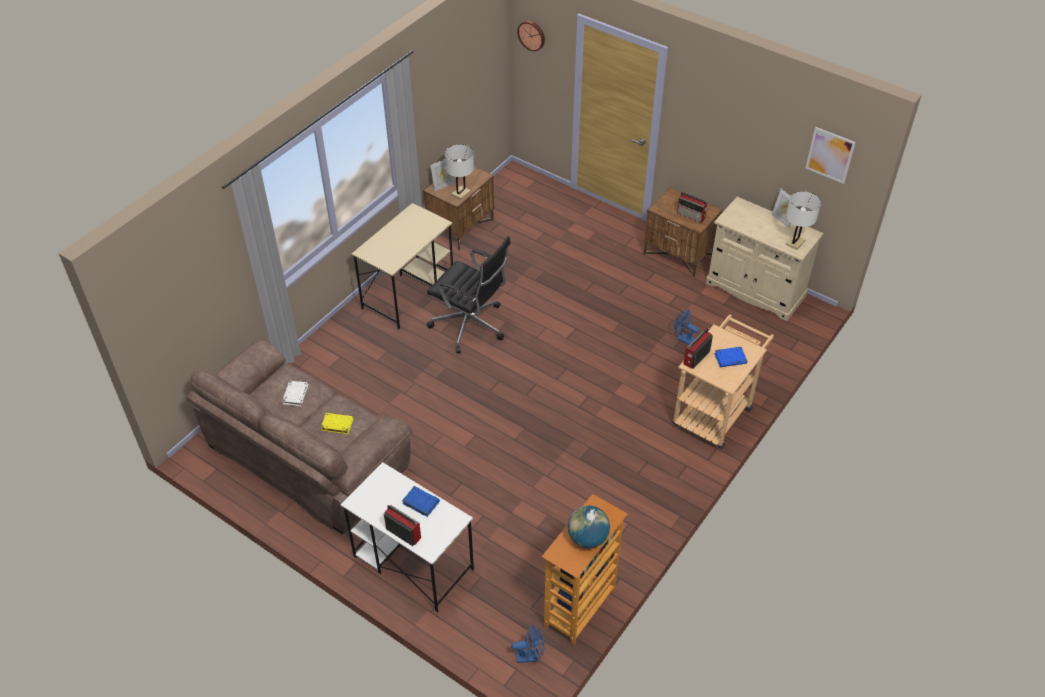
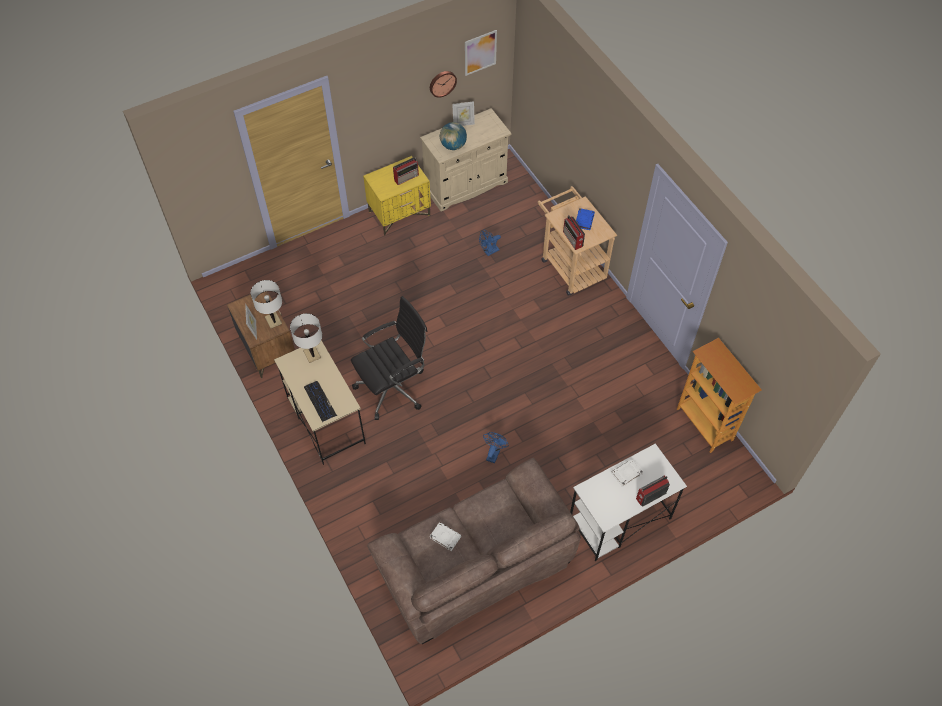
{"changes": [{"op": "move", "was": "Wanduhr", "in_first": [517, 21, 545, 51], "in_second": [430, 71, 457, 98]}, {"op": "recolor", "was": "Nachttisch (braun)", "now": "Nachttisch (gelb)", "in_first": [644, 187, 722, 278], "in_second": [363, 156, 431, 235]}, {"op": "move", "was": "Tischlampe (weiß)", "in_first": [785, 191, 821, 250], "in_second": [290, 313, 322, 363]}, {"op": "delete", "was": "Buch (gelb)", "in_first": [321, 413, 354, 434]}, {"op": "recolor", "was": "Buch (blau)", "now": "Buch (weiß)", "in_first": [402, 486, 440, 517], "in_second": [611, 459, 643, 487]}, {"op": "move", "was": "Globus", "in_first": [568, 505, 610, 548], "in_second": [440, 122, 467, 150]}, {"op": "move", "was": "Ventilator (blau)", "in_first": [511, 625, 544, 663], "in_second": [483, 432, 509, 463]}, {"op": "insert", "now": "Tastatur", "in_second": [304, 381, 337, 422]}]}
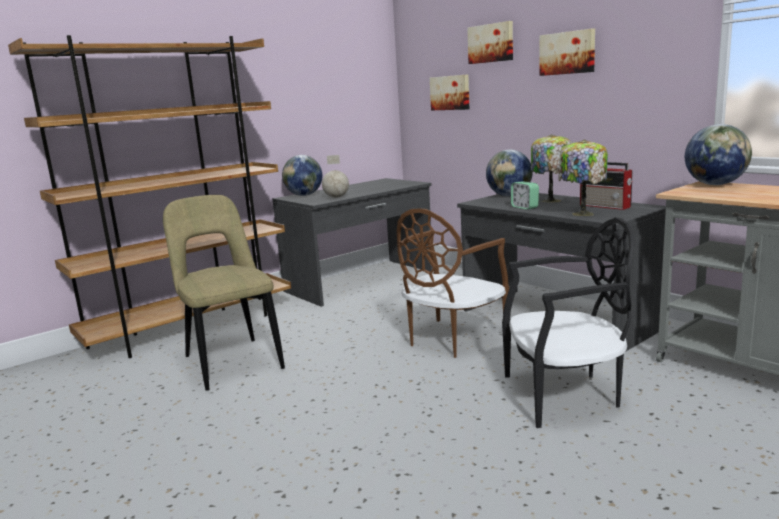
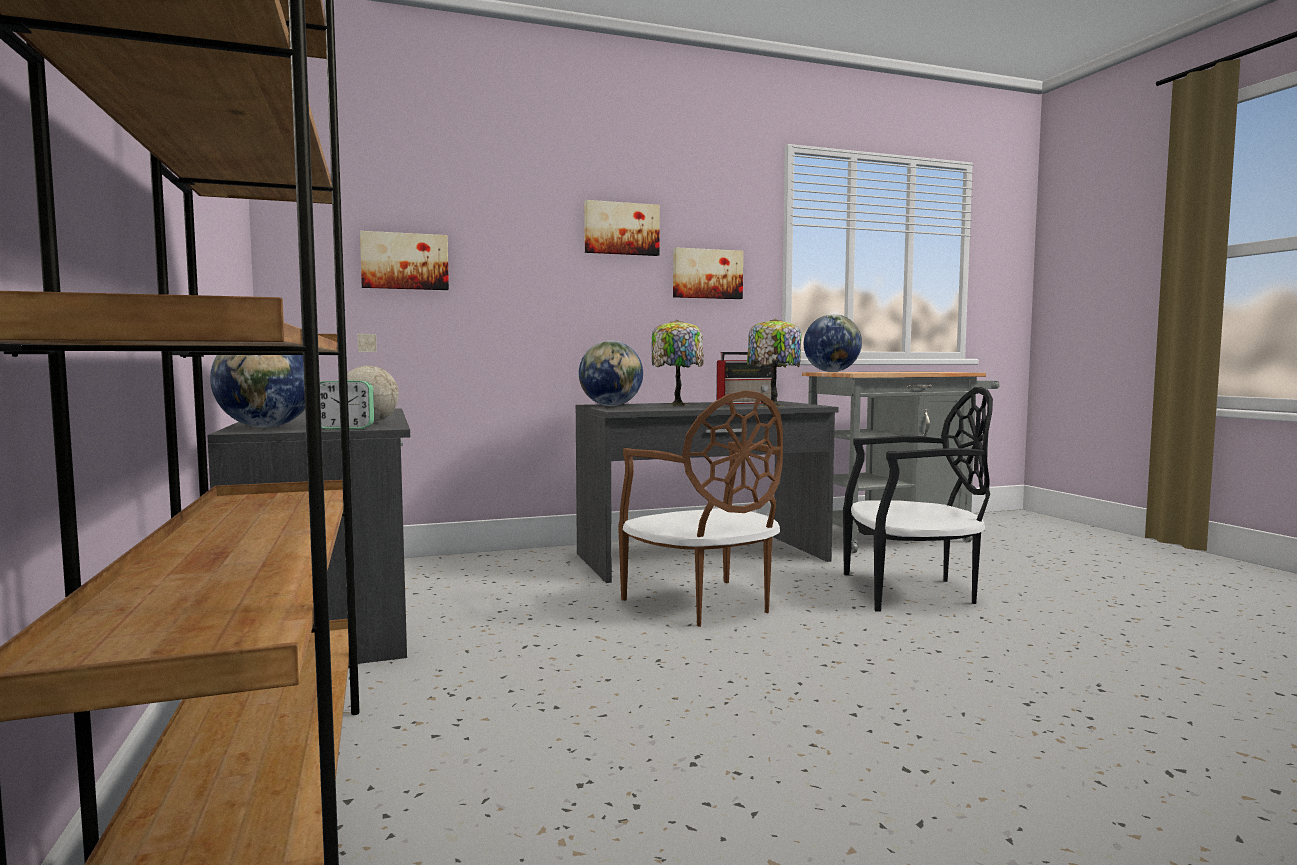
{"changes": [{"op": "move", "was": "Bild", "in_first": [467, 21, 513, 64], "in_second": [673, 247, 743, 299]}, {"op": "move", "was": "Wecker", "in_first": [511, 181, 539, 210], "in_second": [320, 380, 374, 430]}, {"op": "delete", "was": "Stuhl (beige)", "in_first": [163, 195, 285, 391]}, {"op": "rotate", "was": "Stuhl (schwarz)", "in_first": [502, 218, 634, 428], "in_second": [843, 387, 993, 612], "clockwise": 75}]}
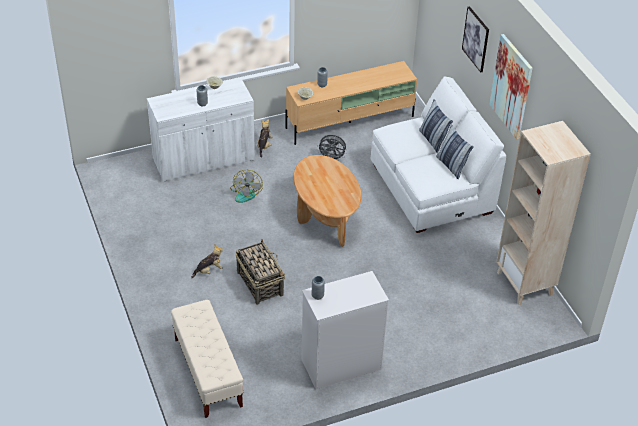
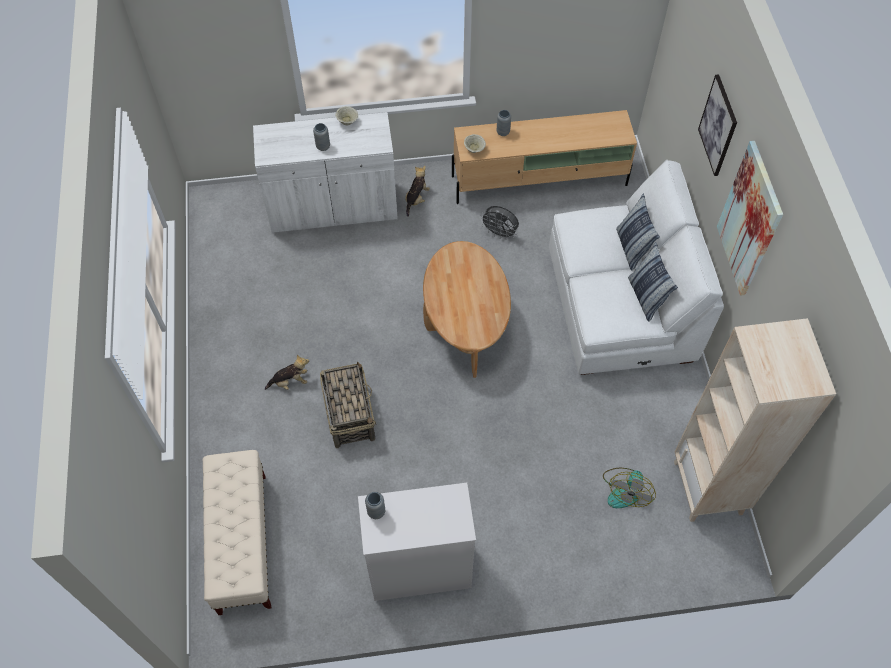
{"changes": [{"op": "move", "was": "Ventilator", "in_first": [230, 170, 263, 203], "in_second": [603, 468, 656, 508]}]}
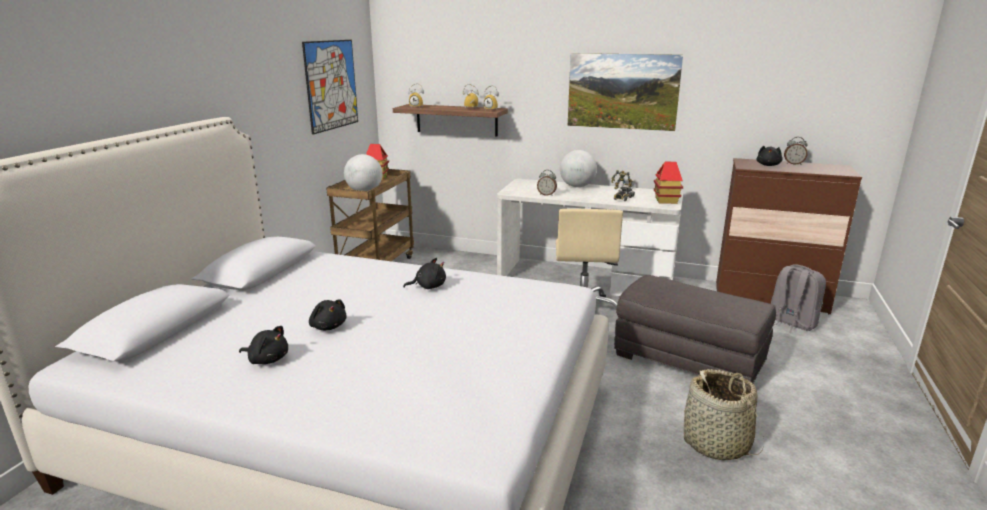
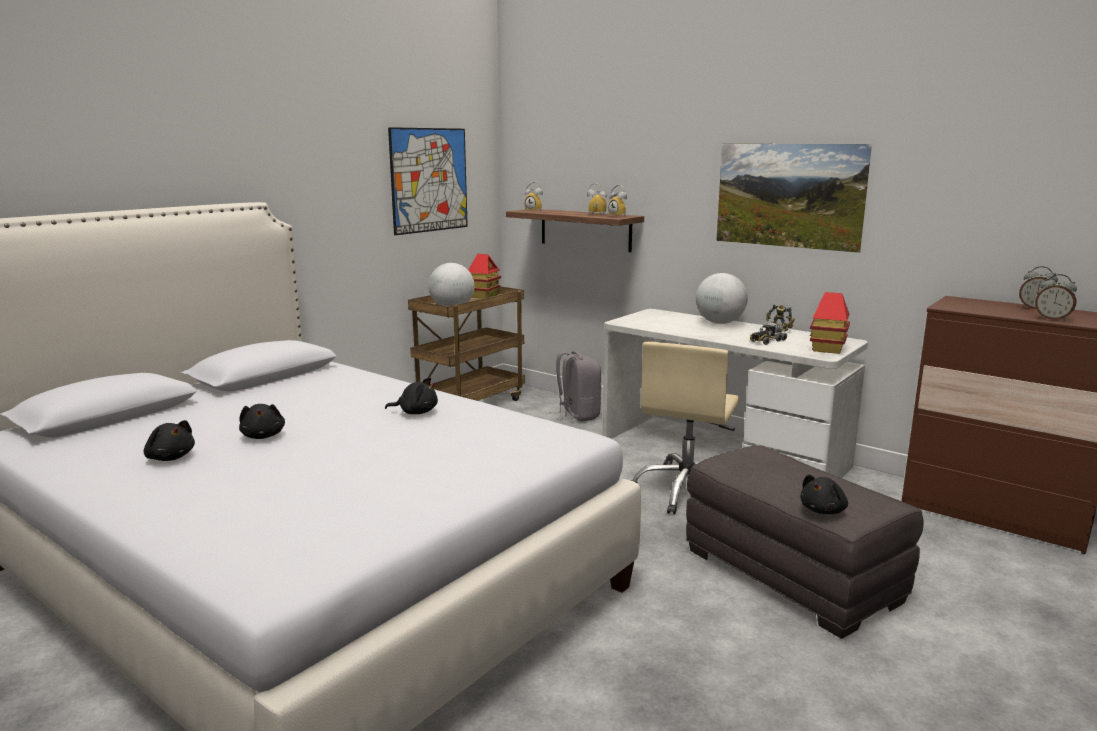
{"changes": [{"op": "move", "was": "Plüschtier (schwarz)", "in_first": [756, 146, 783, 166], "in_second": [800, 475, 848, 514]}, {"op": "move", "was": "Wecker", "in_first": [537, 170, 557, 196], "in_second": [1035, 274, 1077, 321]}, {"op": "move", "was": "Rucksack (grau)", "in_first": [771, 264, 826, 333], "in_second": [549, 351, 601, 422]}, {"op": "delete", "was": "Korb", "in_first": [684, 369, 764, 460]}]}
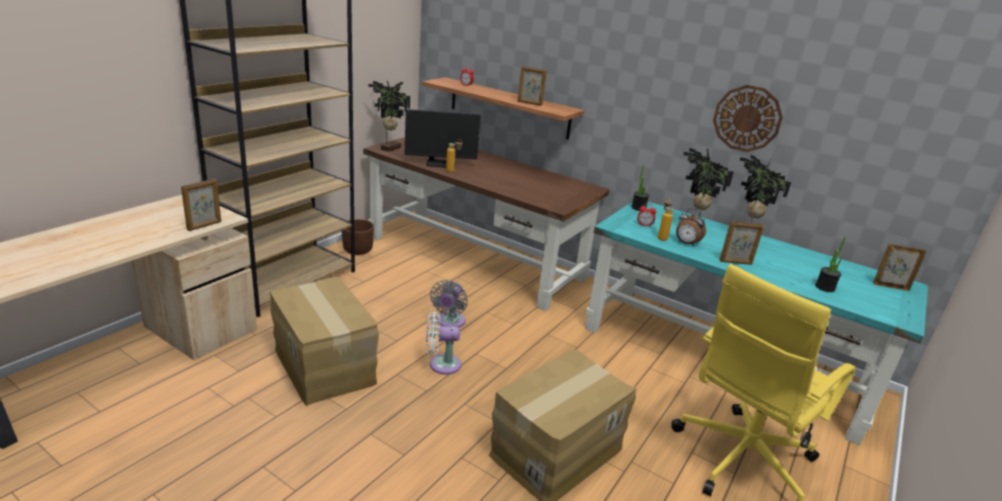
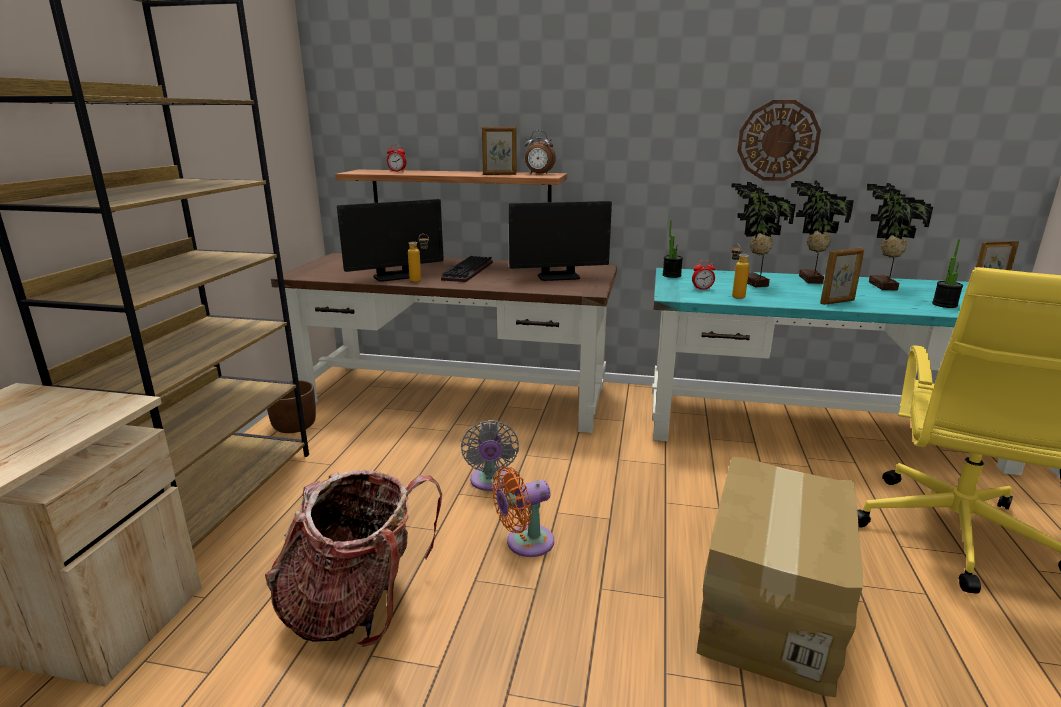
{"changes": [{"op": "move", "was": "Topfpflanze", "in_first": [369, 81, 410, 152], "in_second": [867, 183, 933, 290]}, {"op": "delete", "was": "Bilderrahmen", "in_first": [181, 179, 221, 231]}, {"op": "move", "was": "Wecker", "in_first": [676, 209, 706, 247], "in_second": [525, 130, 556, 174]}, {"op": "replace", "was": "Karton", "now": "Rucksack", "in_first": [270, 277, 379, 406], "in_second": [265, 470, 442, 647]}, {"op": "recolor", "was": "Ventilator (weiß)", "now": "Ventilator (orange)", "in_first": [426, 312, 461, 375], "in_second": [492, 467, 554, 557]}, {"op": "insert", "now": "Monitor", "in_second": [509, 201, 612, 281]}, {"op": "insert", "now": "Tastatur", "in_second": [441, 256, 493, 282]}]}
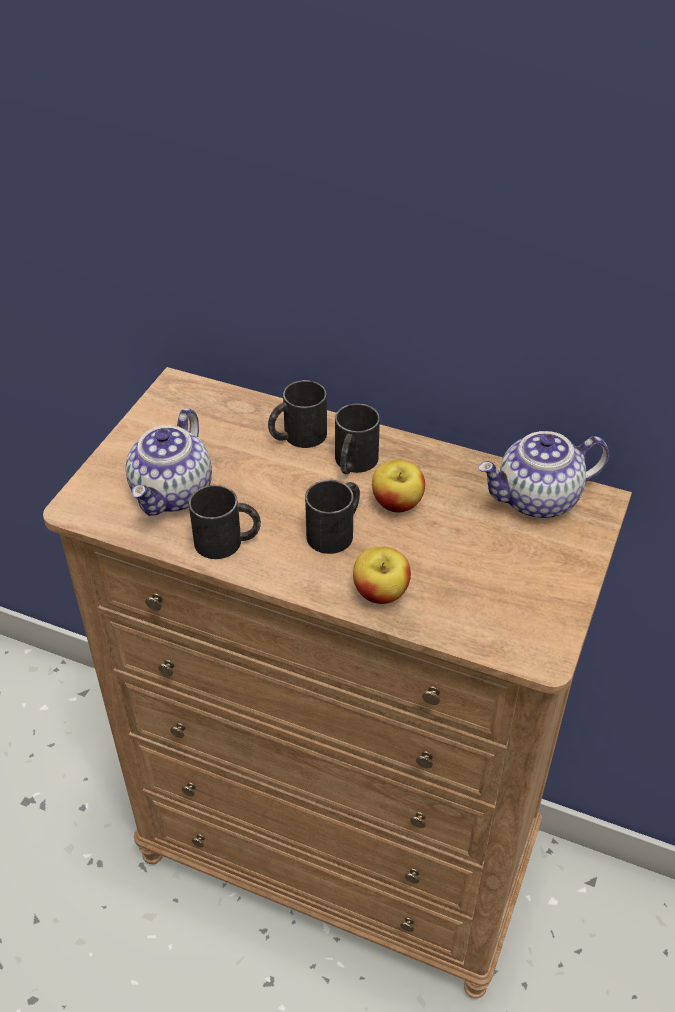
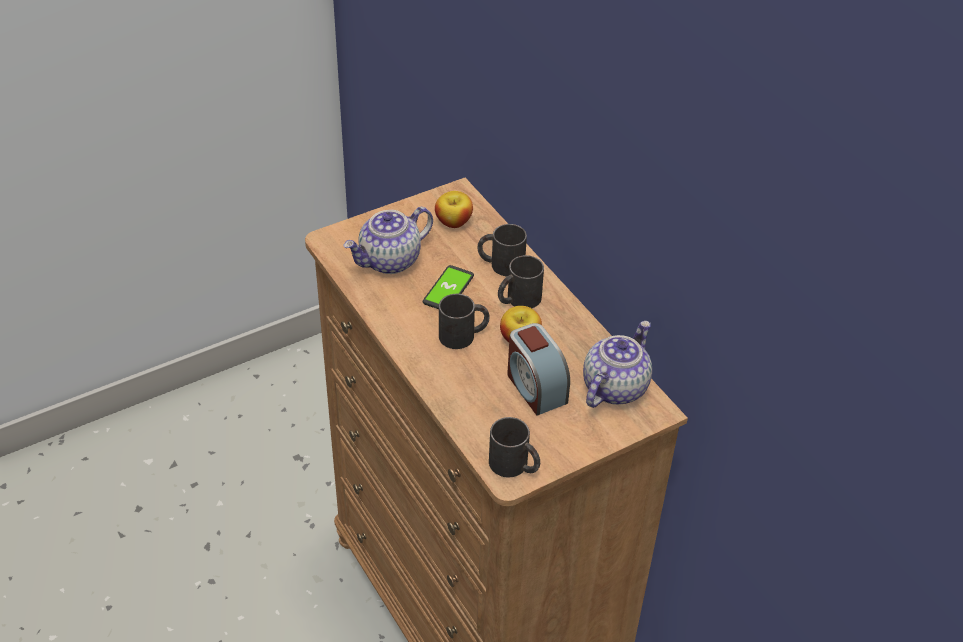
{"changes": [{"op": "rotate", "was": "Teekanne", "in_first": [478, 431, 609, 519], "in_second": [583, 321, 652, 408], "clockwise": 105}, {"op": "move", "was": "Henkelbecher (schwarz)", "in_first": [189, 485, 261, 559], "in_second": [489, 417, 540, 478]}, {"op": "move", "was": "Apfel", "in_first": [353, 546, 411, 604], "in_second": [435, 191, 473, 228]}, {"op": "insert", "now": "Handy", "in_second": [423, 265, 474, 309]}, {"op": "insert", "now": "Wecker", "in_second": [507, 323, 570, 416]}]}
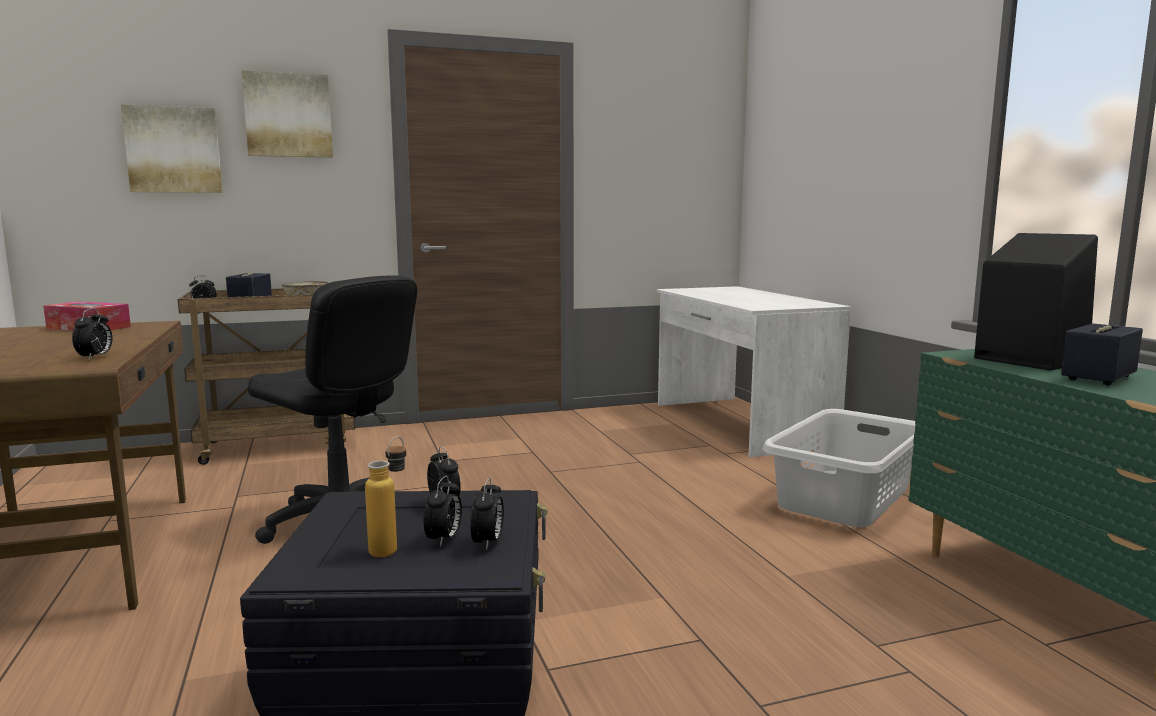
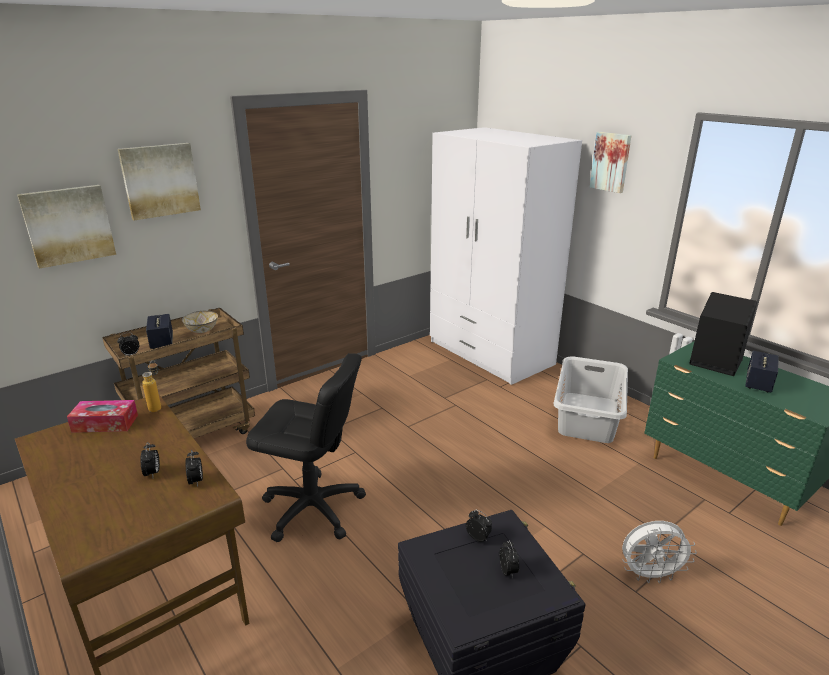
{"changes": [{"op": "replace", "was": "Schreibtisch (weiß)", "now": "Kleiderschrank (weiß)", "in_first": [657, 286, 851, 458], "in_second": [430, 127, 582, 385]}, {"op": "move", "was": "Flasche", "in_first": [365, 437, 406, 557], "in_second": [142, 360, 161, 412]}, {"op": "move", "was": "Wecker", "in_first": [470, 478, 504, 550], "in_second": [140, 442, 160, 477]}, {"op": "insert", "now": "Bild", "in_second": [590, 132, 632, 193]}, {"op": "insert", "now": "Ventilator (weiß)", "in_second": [622, 521, 697, 583]}]}
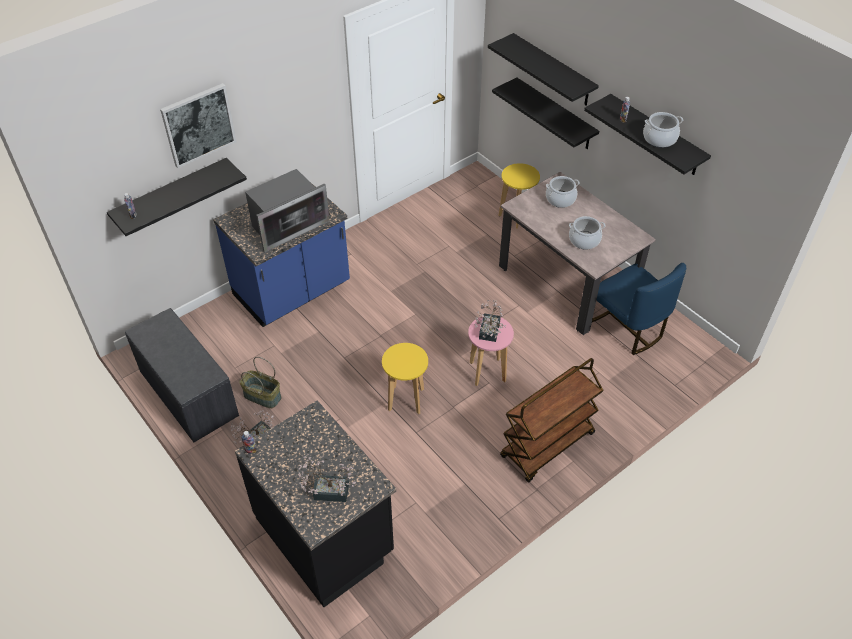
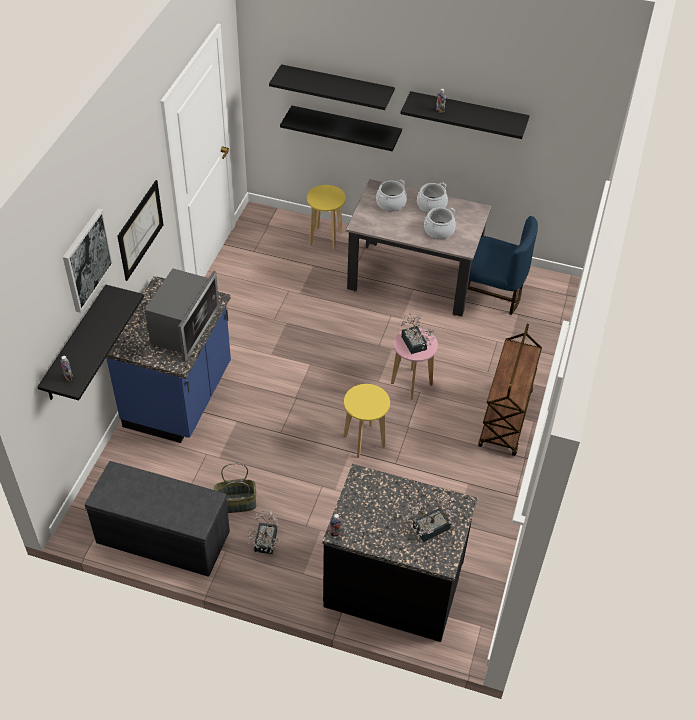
{"changes": [{"op": "move", "was": "Kochtopf", "in_first": [643, 112, 683, 148], "in_second": [417, 182, 448, 213]}, {"op": "insert", "now": "Bild", "in_second": [117, 180, 164, 281]}]}
